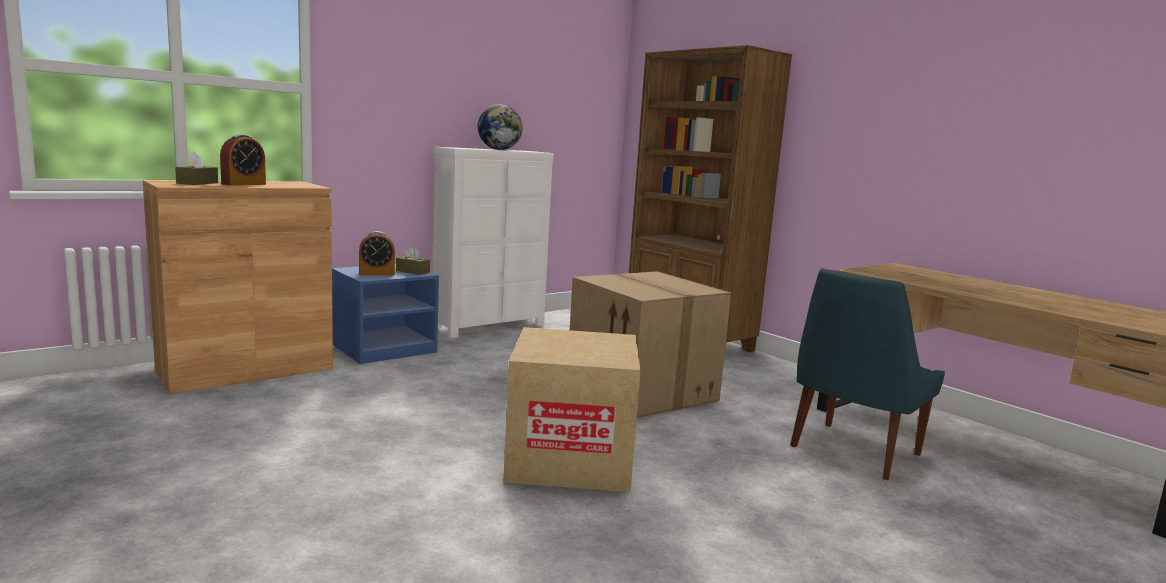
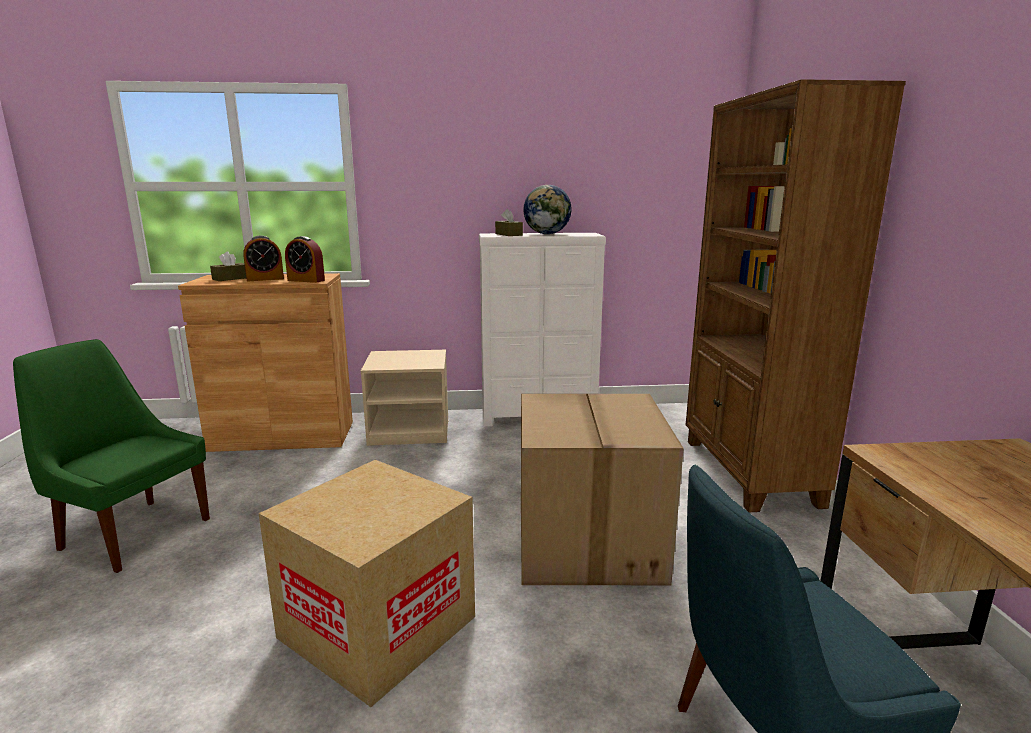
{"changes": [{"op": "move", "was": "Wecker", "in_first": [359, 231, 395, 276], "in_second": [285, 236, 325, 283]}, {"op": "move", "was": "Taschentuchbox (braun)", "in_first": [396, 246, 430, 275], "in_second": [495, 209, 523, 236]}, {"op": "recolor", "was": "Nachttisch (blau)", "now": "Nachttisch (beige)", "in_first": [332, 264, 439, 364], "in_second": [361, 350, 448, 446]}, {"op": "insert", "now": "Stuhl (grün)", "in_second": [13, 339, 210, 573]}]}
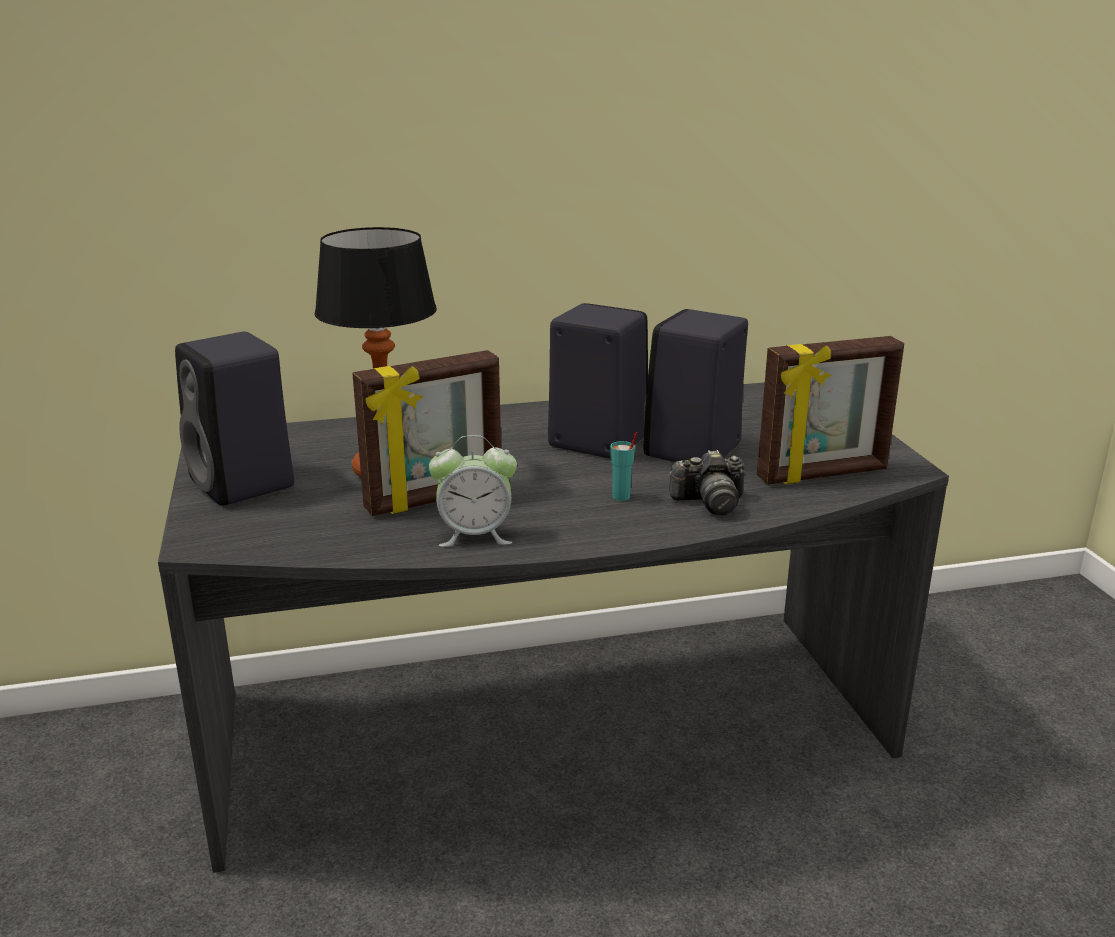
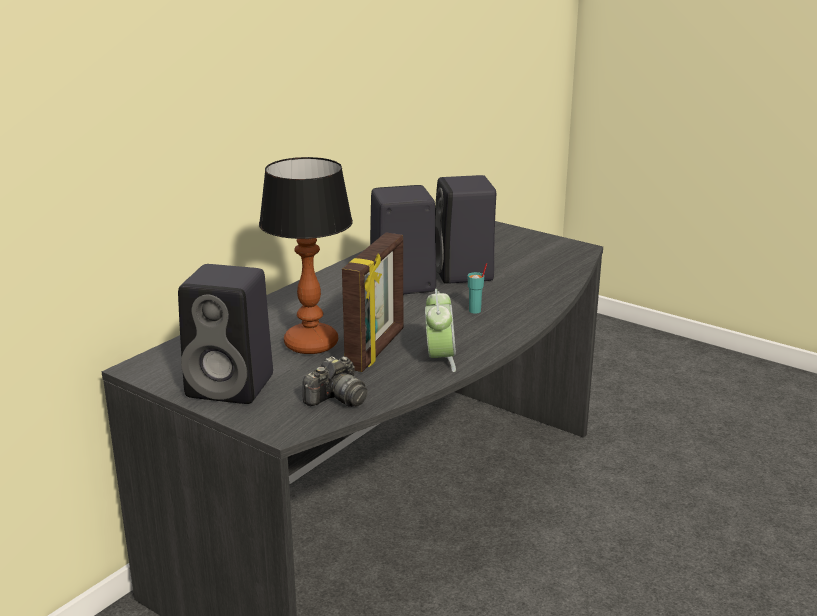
{"changes": [{"op": "delete", "was": "Bilderrahmen", "in_first": [757, 336, 904, 484]}, {"op": "rotate", "was": "Wecker", "in_first": [429, 435, 517, 547], "in_second": [425, 289, 456, 372], "clockwise": -45}, {"op": "move", "was": "Kamera", "in_first": [669, 450, 745, 515], "in_second": [302, 356, 368, 407]}]}
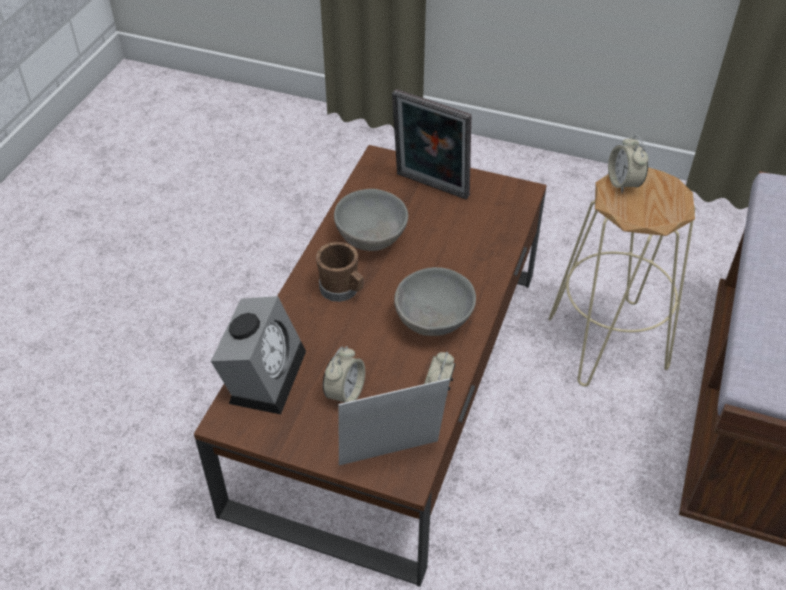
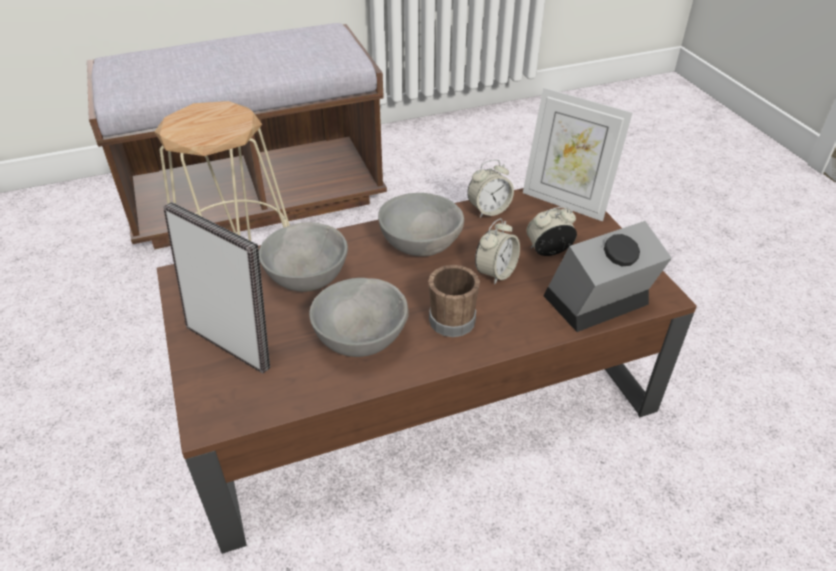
{"changes": [{"op": "rotate", "was": "Bilderrahmen", "in_first": [392, 89, 471, 199], "in_second": [163, 202, 270, 373], "clockwise": -45}, {"op": "move", "was": "Wecker", "in_first": [608, 135, 648, 193], "in_second": [475, 218, 520, 285]}, {"op": "insert", "now": "Schüssel (grau)", "in_second": [259, 222, 348, 292]}]}
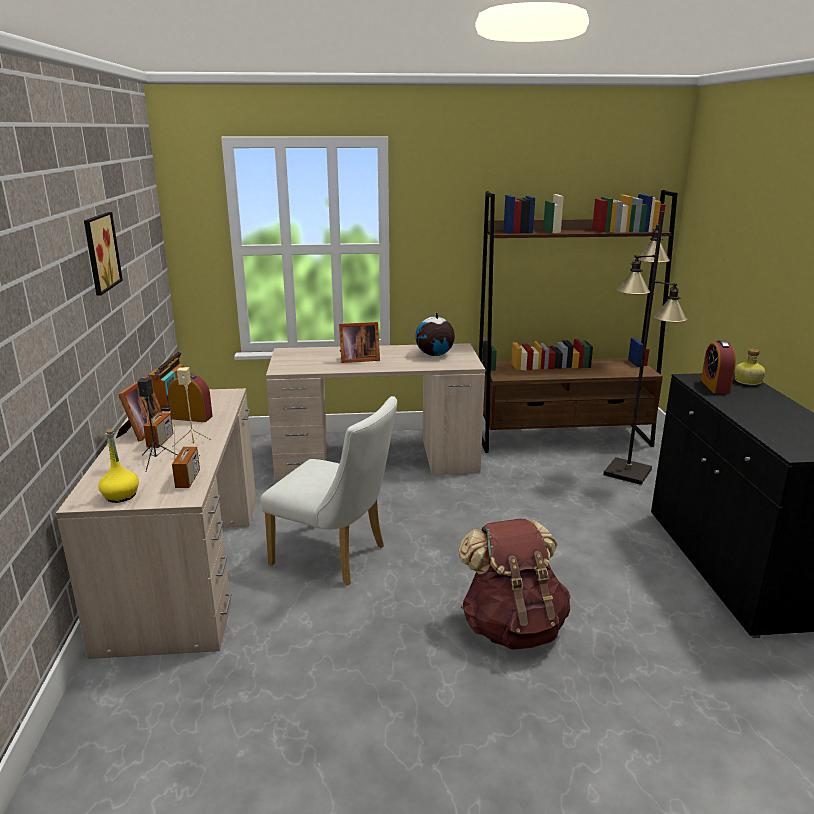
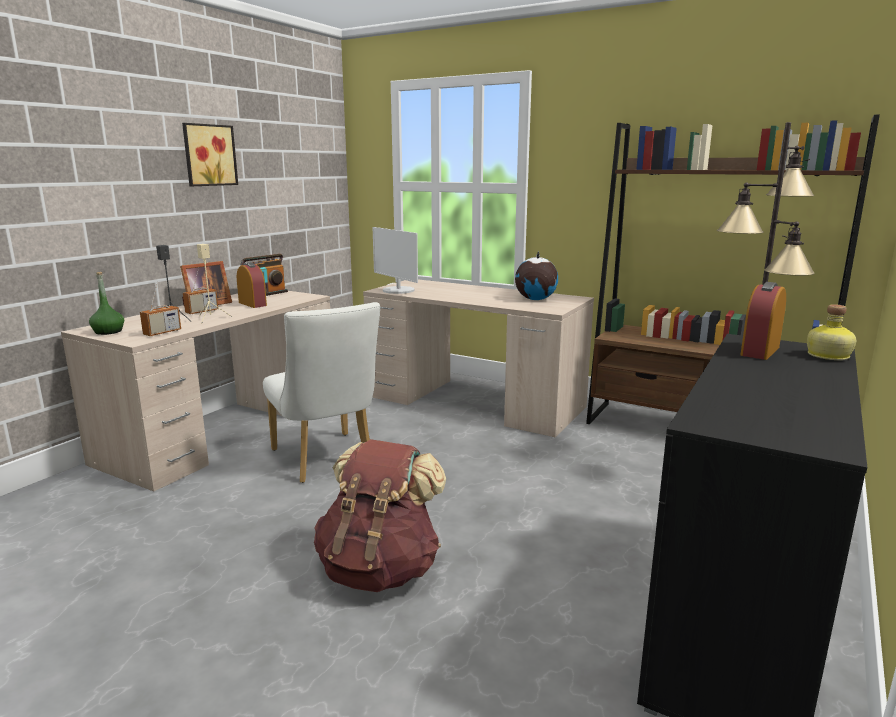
{"changes": [{"op": "delete", "was": "Bilderrahmen", "in_first": [339, 322, 380, 363]}, {"op": "recolor", "was": "Flasche (gelb)", "now": "Flasche (grün)", "in_first": [98, 429, 139, 503], "in_second": [89, 272, 124, 335]}, {"op": "insert", "now": "Monitor", "in_second": [372, 227, 418, 294]}]}
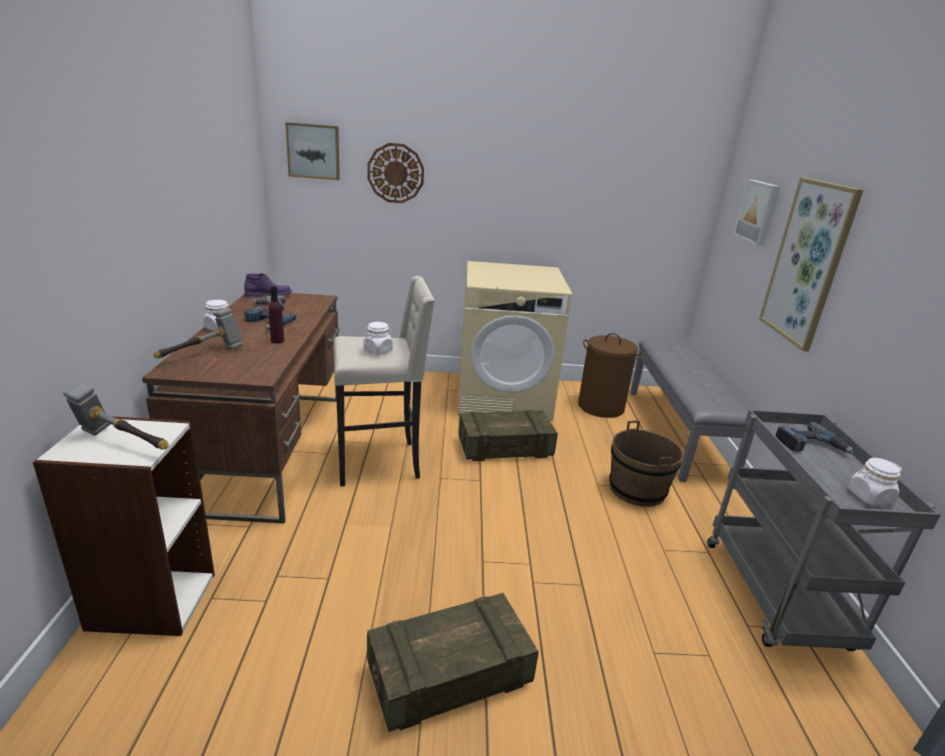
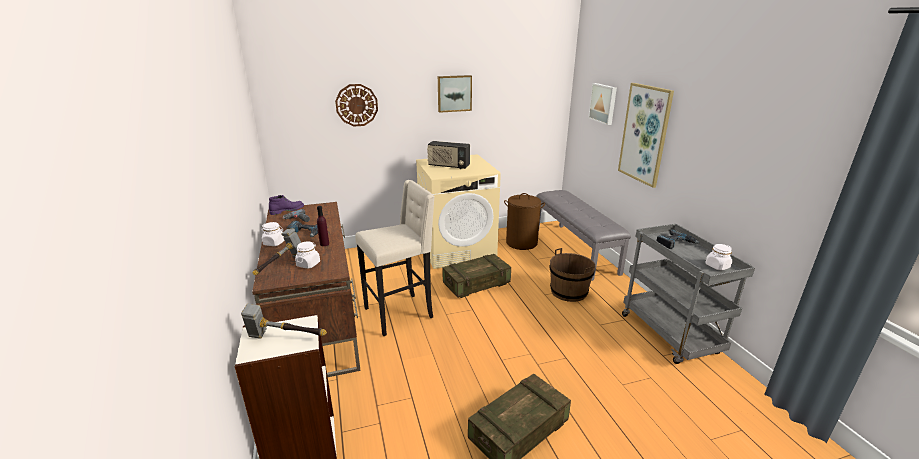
{"changes": [{"op": "move", "was": "Bild", "in_first": [285, 122, 340, 180], "in_second": [438, 75, 472, 113]}, {"op": "move", "was": "Vorratsglas (weiß)", "in_first": [363, 322, 393, 355], "in_second": [295, 241, 320, 269]}, {"op": "insert", "now": "Radio", "in_second": [427, 141, 470, 169]}]}
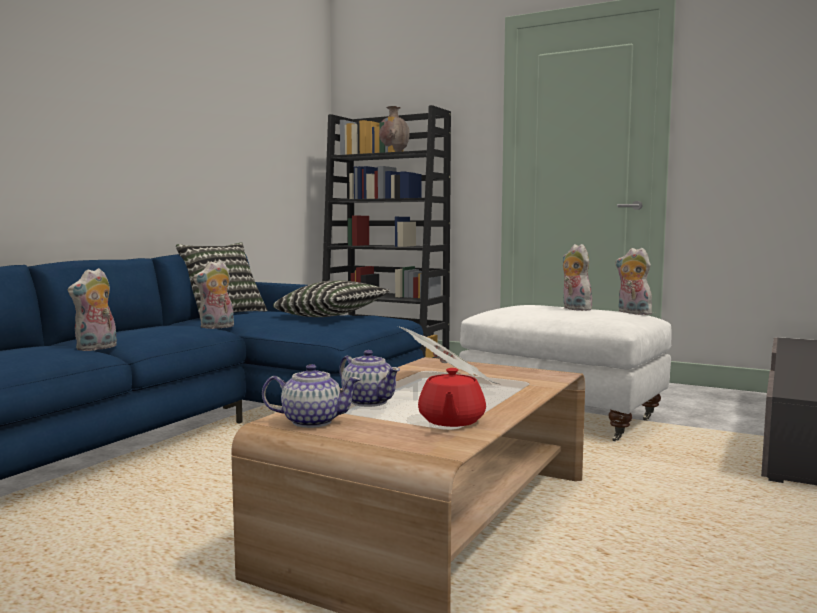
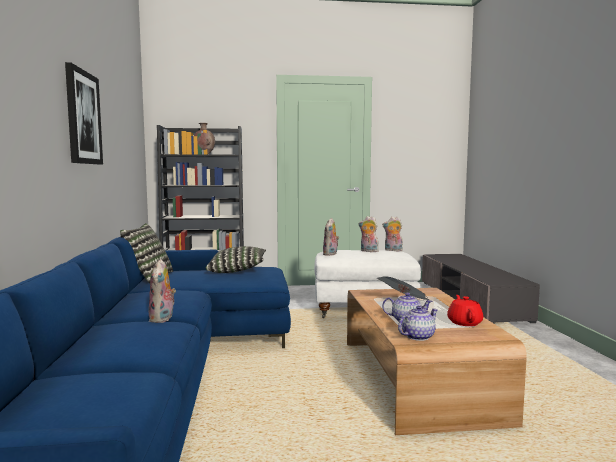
{"changes": [{"op": "move", "was": "Plüschtier", "in_first": [193, 261, 234, 329], "in_second": [323, 218, 339, 256]}, {"op": "rotate", "was": "Teekanne (rot)", "in_first": [418, 368, 486, 427], "in_second": [447, 295, 483, 326], "clockwise": -150}, {"op": "insert", "now": "Bild", "in_second": [65, 62, 103, 164]}]}
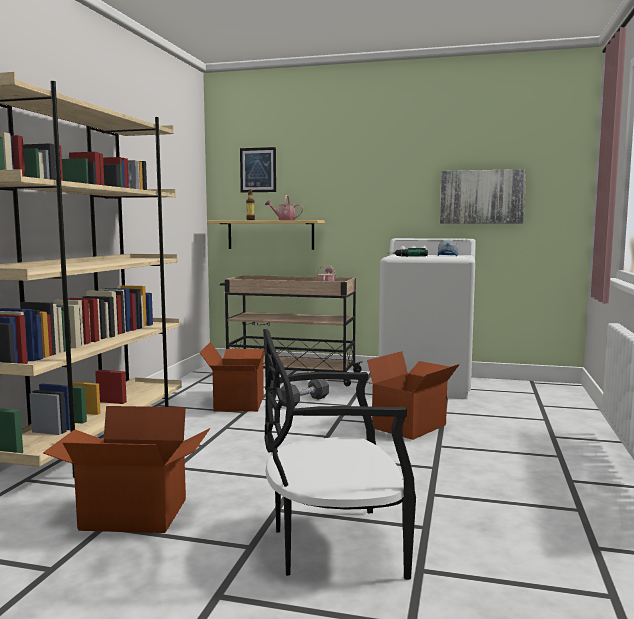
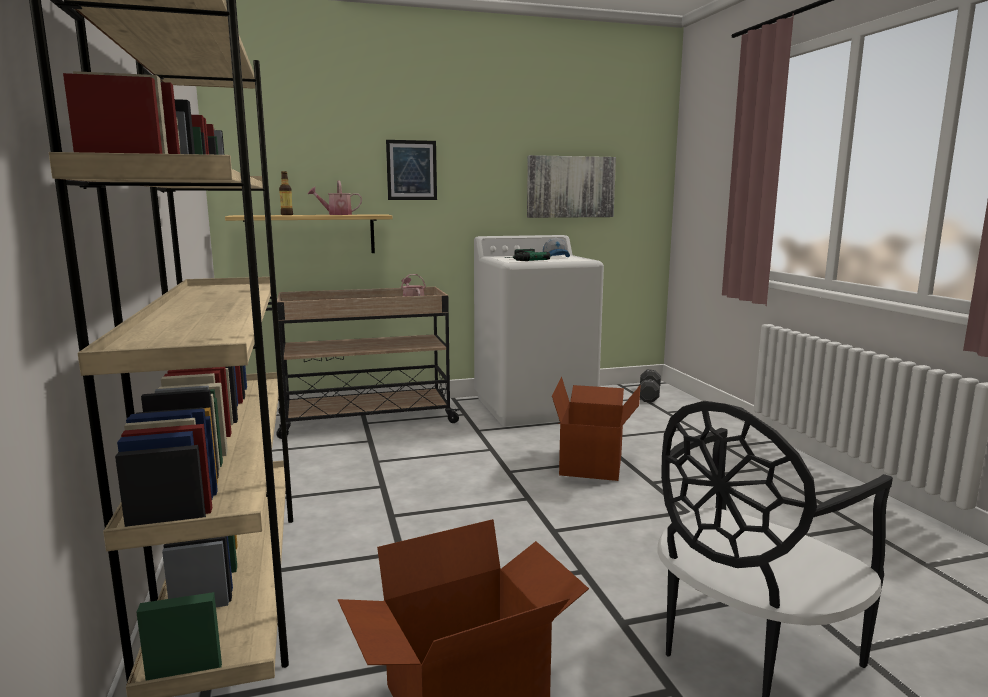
{"changes": [{"op": "move", "was": "Bild", "in_first": [240, 147, 276, 193], "in_second": [386, 140, 437, 200]}, {"op": "delete", "was": "Karton", "in_first": [200, 342, 265, 412]}, {"op": "move", "was": "Hantel (schwarz)", "in_first": [280, 379, 329, 407], "in_second": [638, 370, 661, 403]}]}
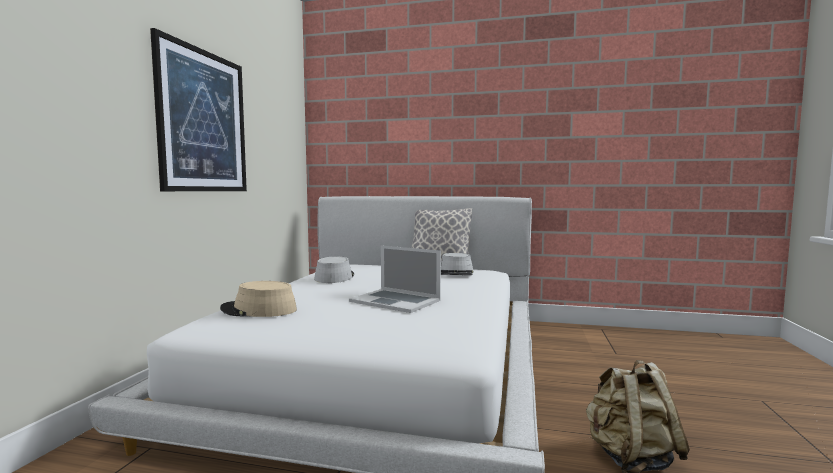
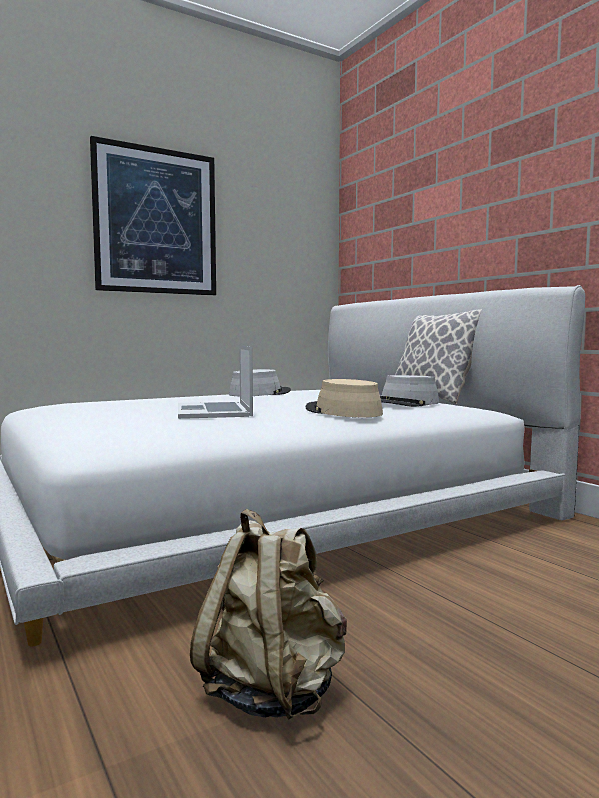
{"changes": [{"op": "move", "was": "Hut (beige)", "in_first": [220, 281, 297, 317], "in_second": [306, 379, 383, 417]}]}
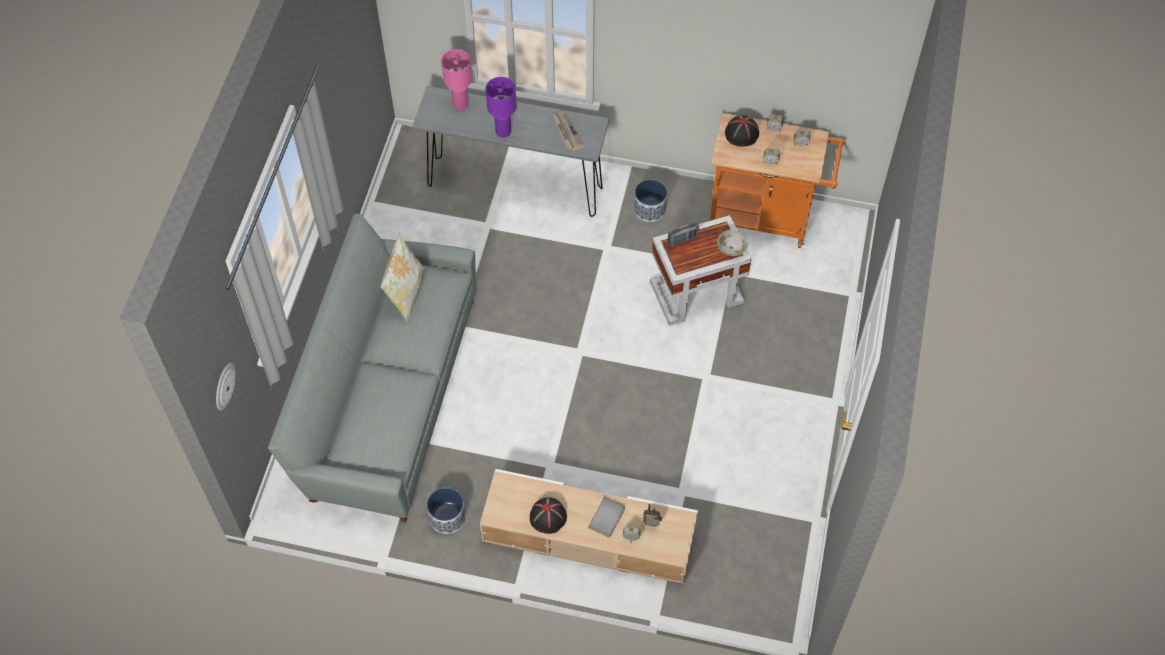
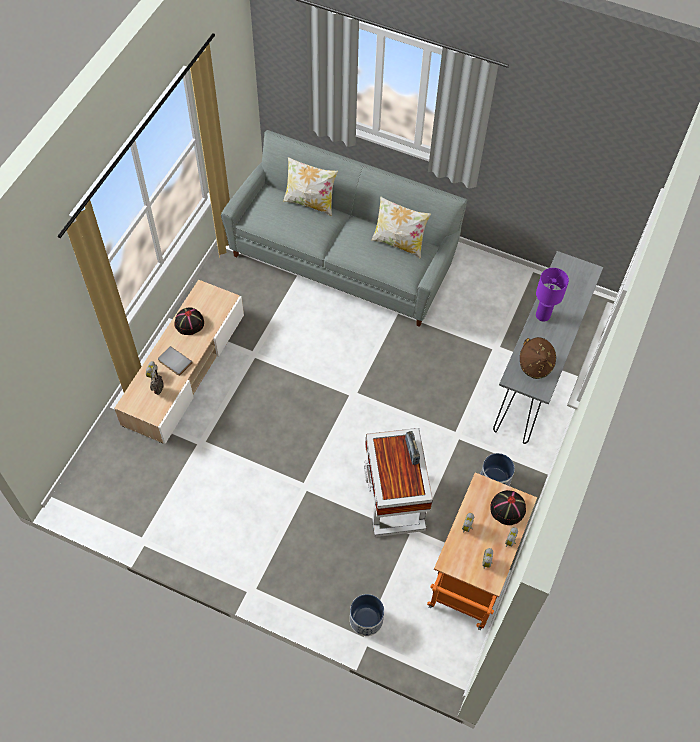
{"changes": [{"op": "delete", "was": "Tischlampe (rosa)", "in_first": [441, 49, 473, 110]}, {"op": "replace", "was": "Zeitung", "now": "Hut (braun)", "in_first": [552, 112, 585, 151], "in_second": [520, 337, 556, 379]}, {"op": "delete", "was": "Schüssel", "in_first": [717, 230, 748, 256]}, {"op": "delete", "was": "Wanduhr", "in_first": [216, 363, 236, 410]}, {"op": "move", "was": "Pflanzkübel", "in_first": [427, 487, 466, 534], "in_second": [350, 594, 384, 636]}, {"op": "insert", "now": "Kissen", "in_second": [283, 157, 338, 216]}]}
